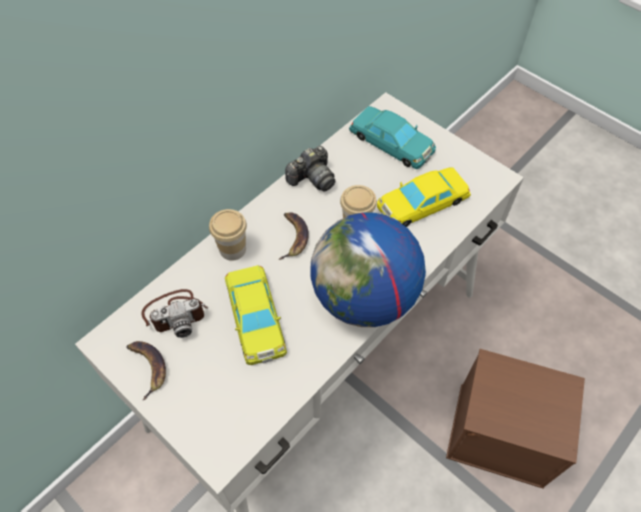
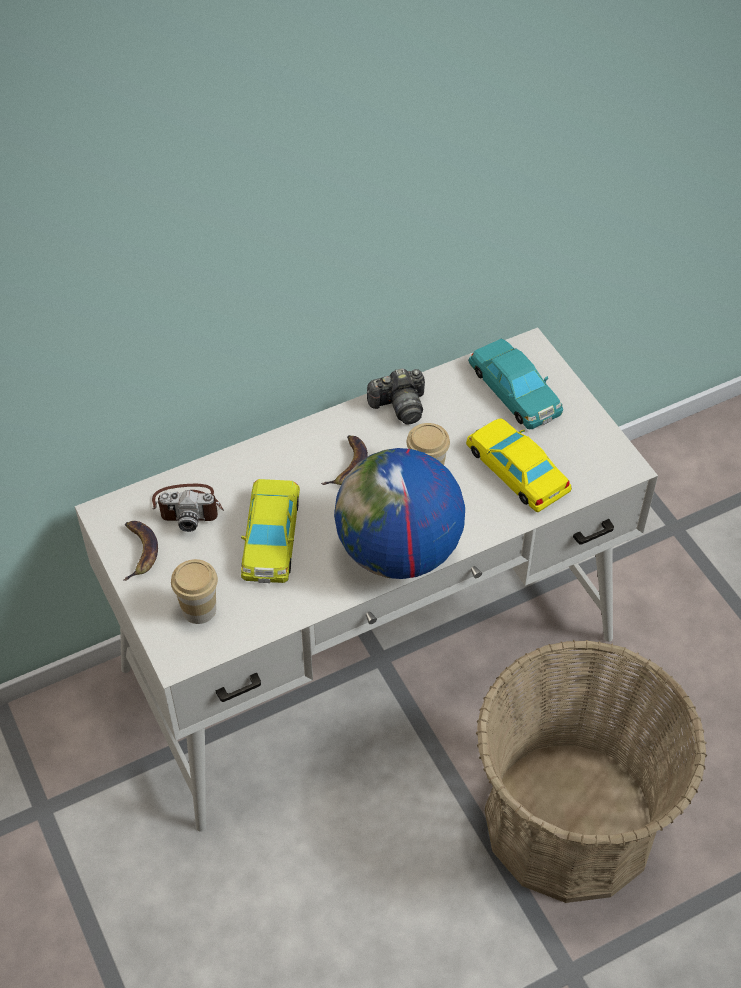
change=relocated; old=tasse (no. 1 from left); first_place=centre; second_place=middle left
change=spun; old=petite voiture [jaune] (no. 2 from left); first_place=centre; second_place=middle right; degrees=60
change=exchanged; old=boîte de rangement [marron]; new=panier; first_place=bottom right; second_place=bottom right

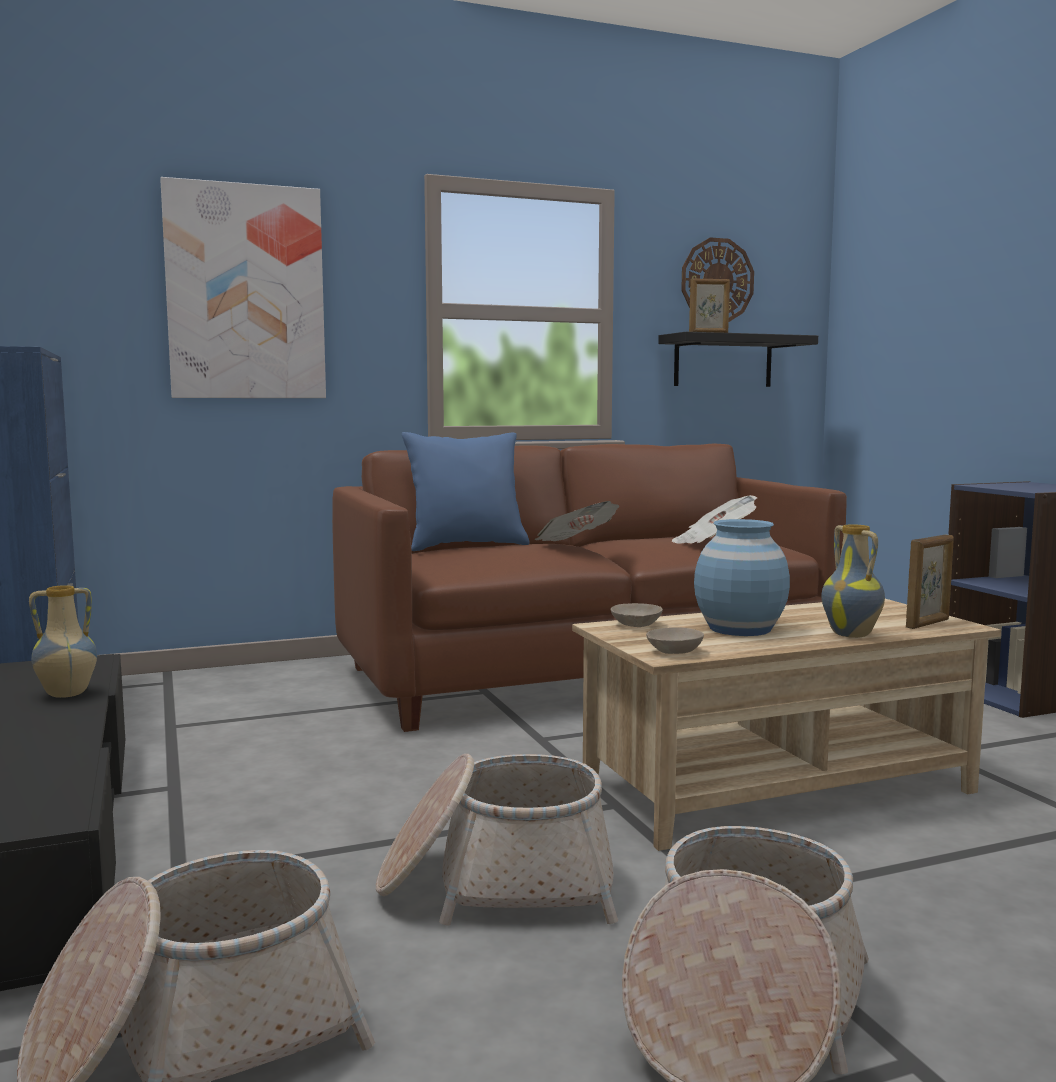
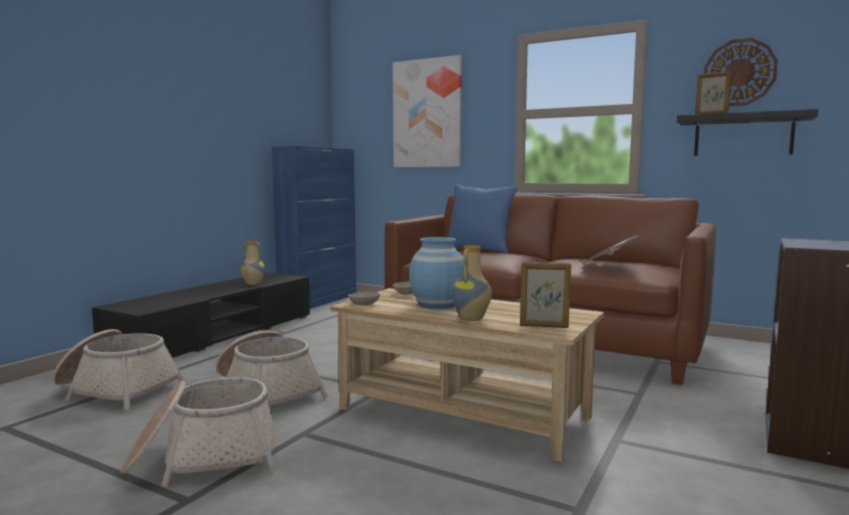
change=missing; old=journal (no. 1 from left); first_place=centre

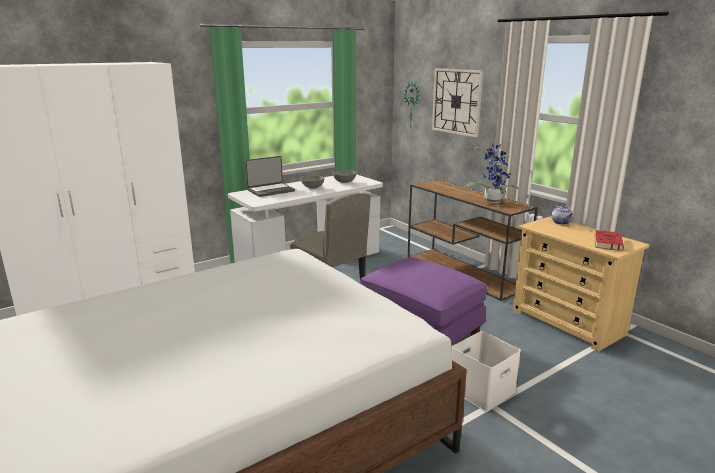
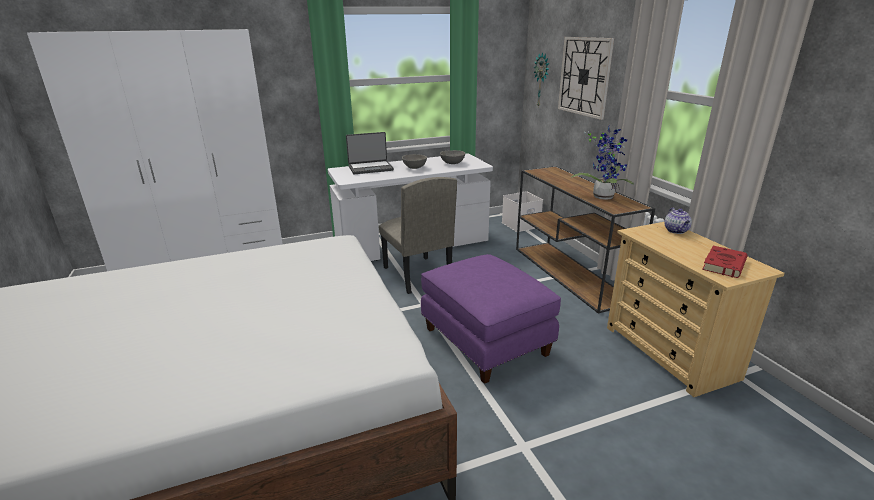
change=relocated; old=boîte de rangement [blanc]; first_place=bottom right; second_place=centre

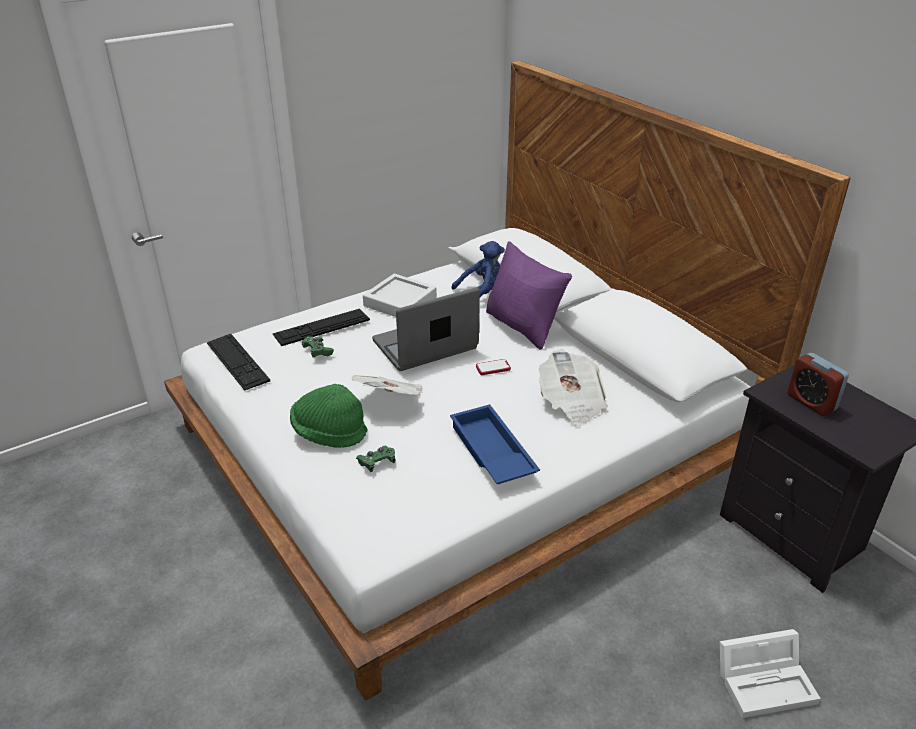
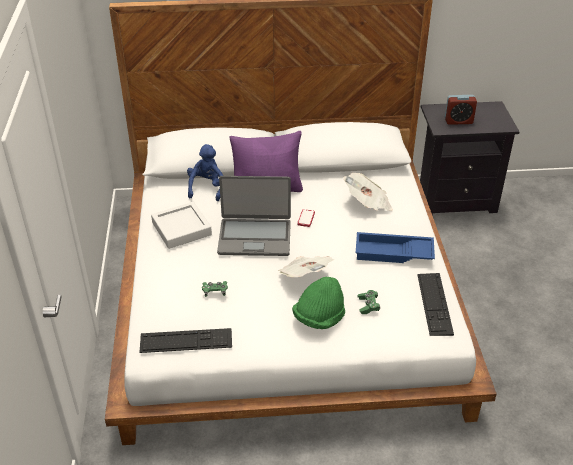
change=relocated; old=clavier (no. 2 from left); first_place=centre; second_place=middle right
change=spun; old=ordinateur portable; first_place=centre; second_place=centre; degrees=-90
change=missing; old=boîte de rangement [blanc]; first_place=bottom right

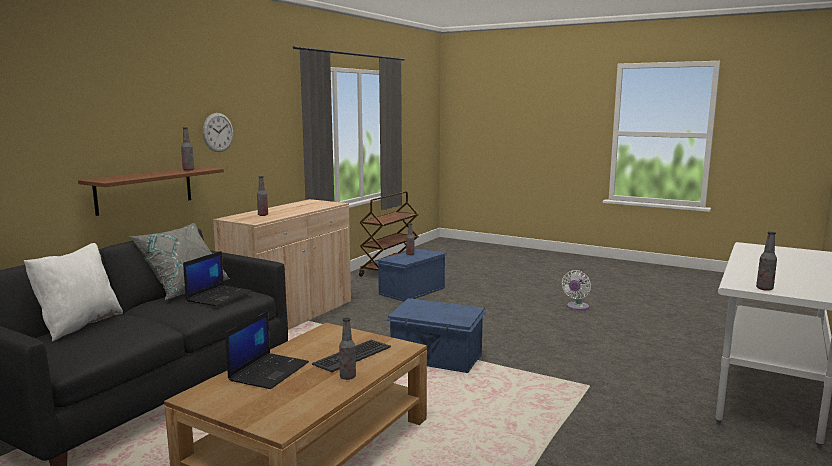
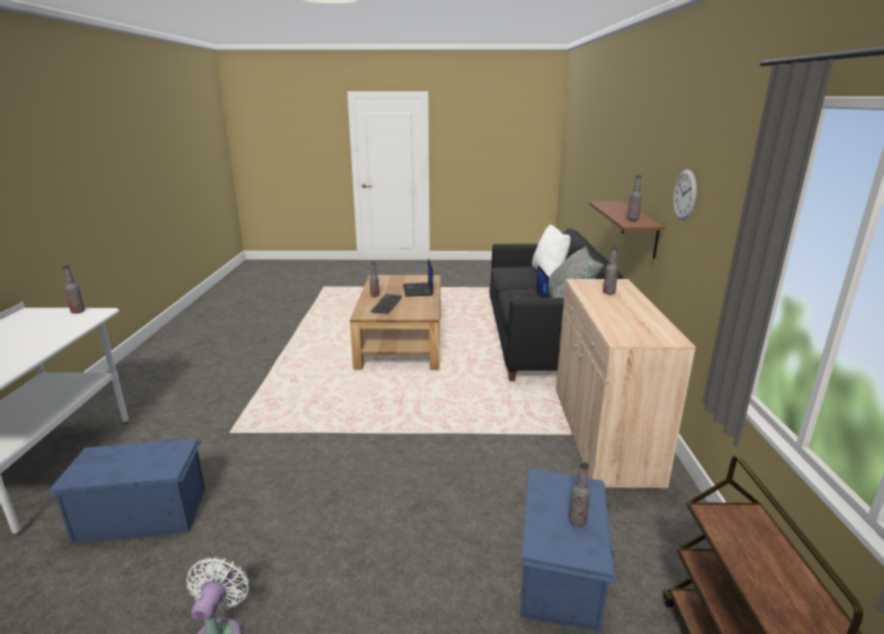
change=relocated; old=boîte de rangement [bleu] (no. 2 from left in the first image); new=boîte de rangement [bleu] (no. 1 from left); first_place=bottom centre; second_place=bottom left

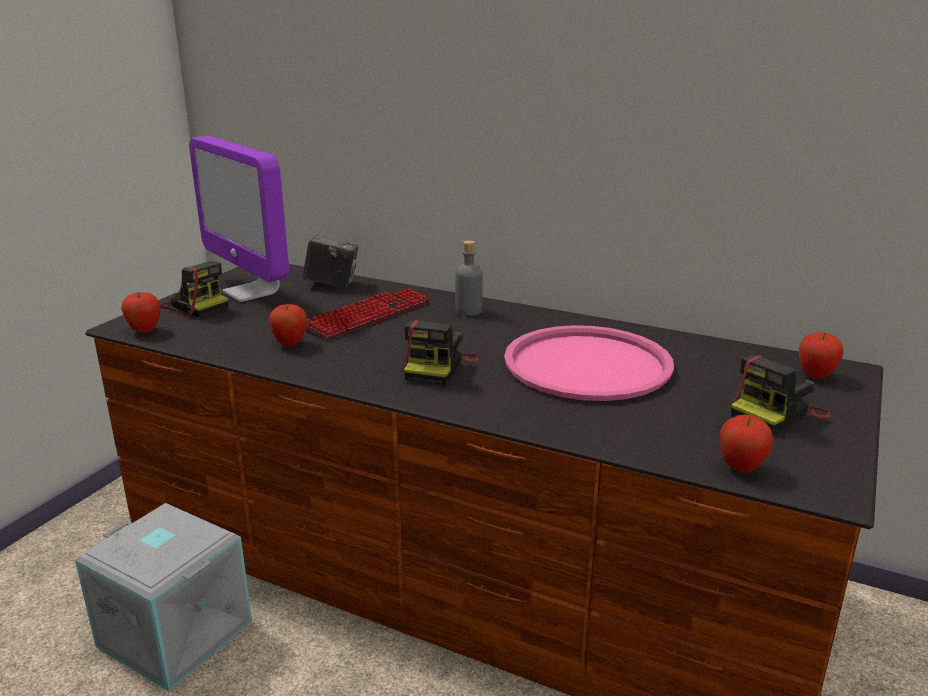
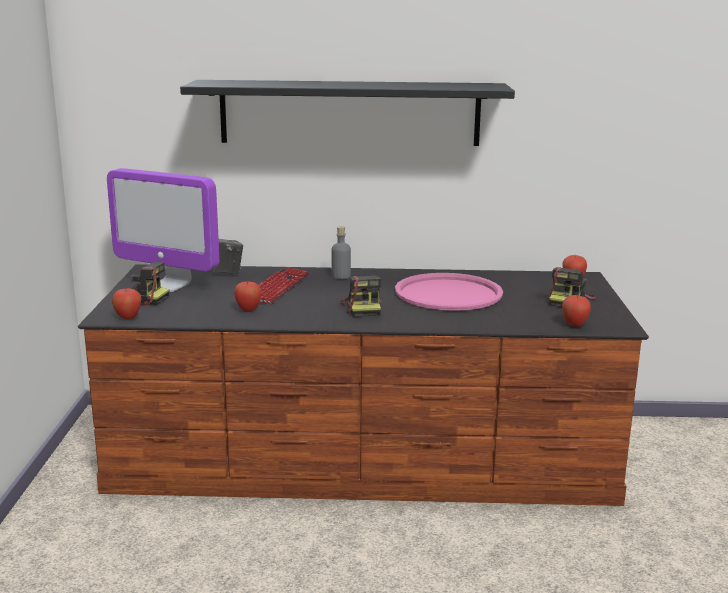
change=missing; old=boîte de rangement [gris]; first_place=bottom left
change=appeared; new=étagère [noir]; second_place=top centre

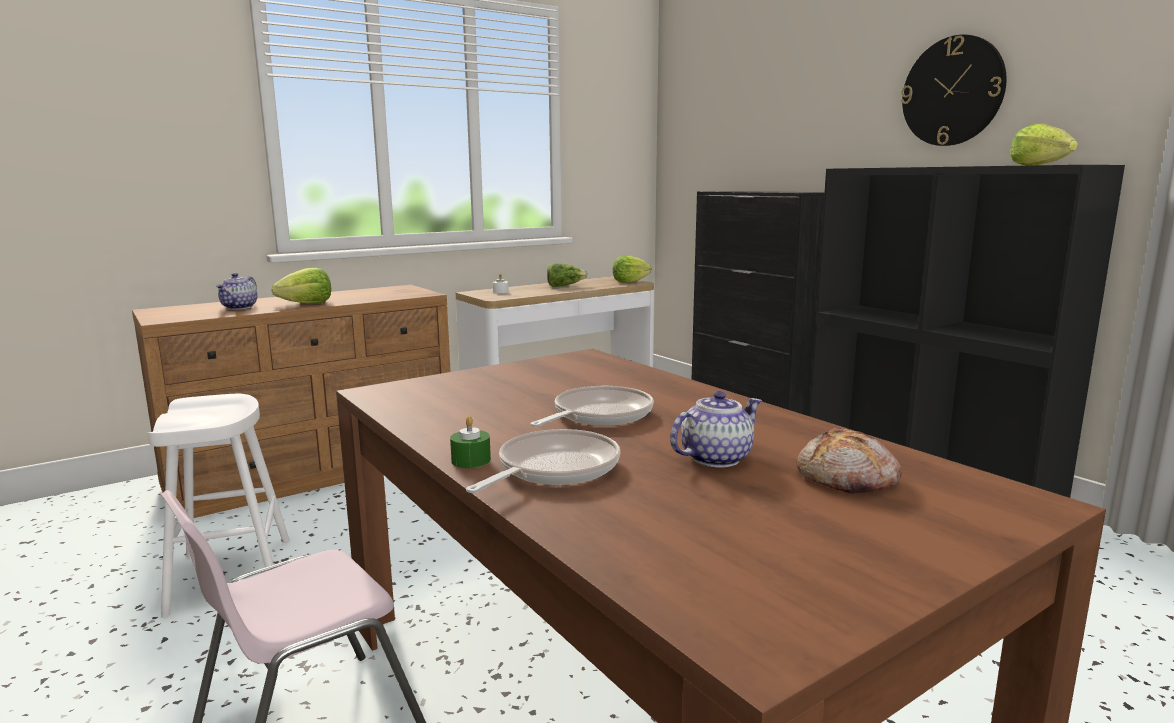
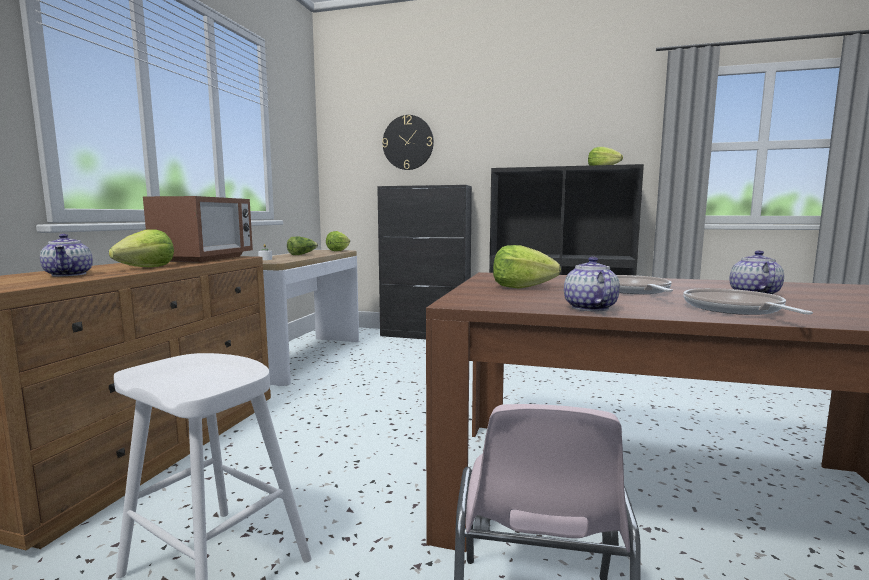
change=missing; old=bougie [vert]; first_place=centre
change=missing; old=pain; first_place=middle right
change=relocated; old=horloge murale; first_place=top right; second_place=top centre
change=appeared; new=micro-ondes; second_place=middle left
change=appeared; new=laitue (no. 4 from left); second_place=centre
change=appeared; new=théière (no. 2 from left); second_place=middle right

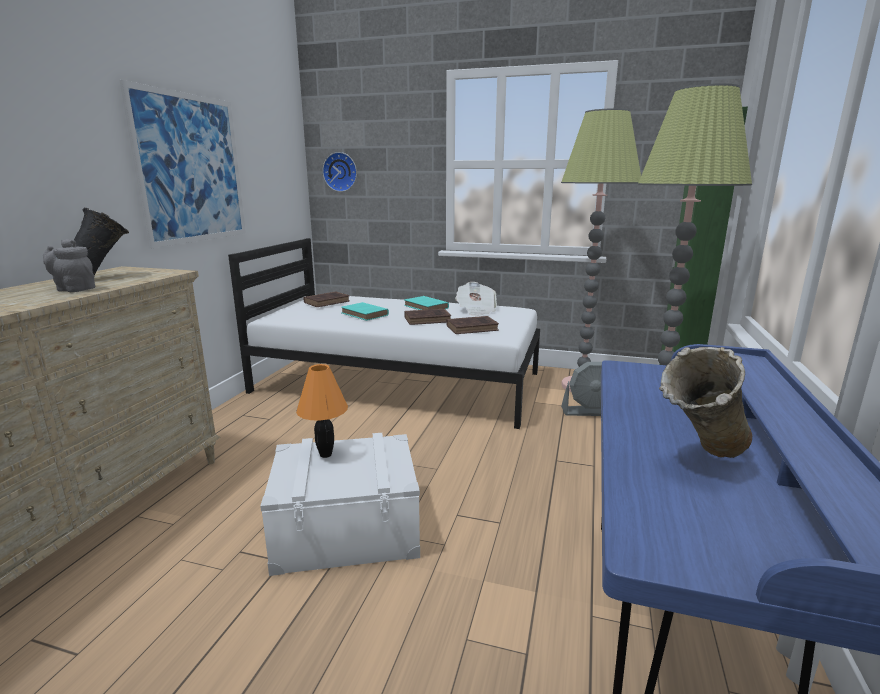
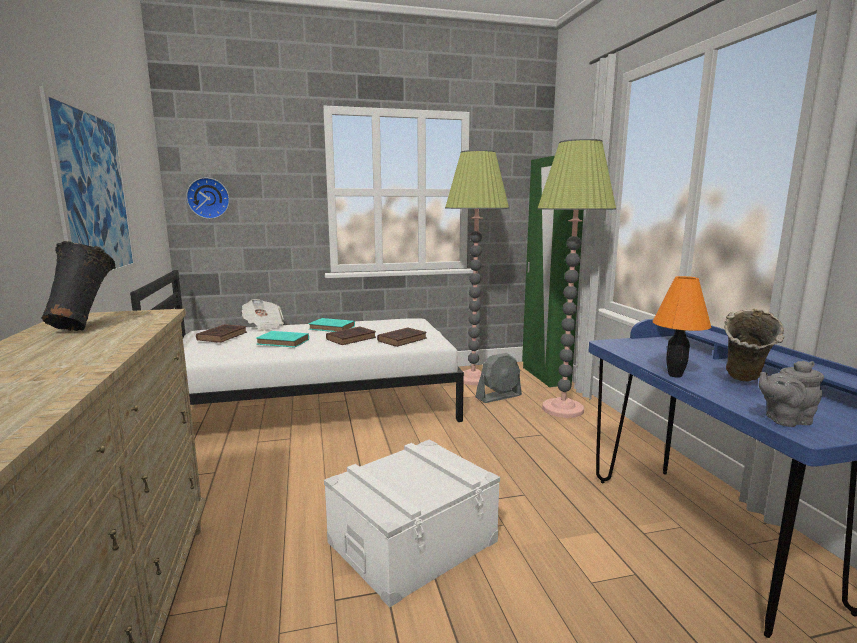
change=relocated; old=théière [gris]; first_place=middle left; second_place=middle right
change=relocated; old=lampe de table [orange]; first_place=centre; second_place=middle right
change=relocated; old=journal; first_place=centre; second_place=middle left

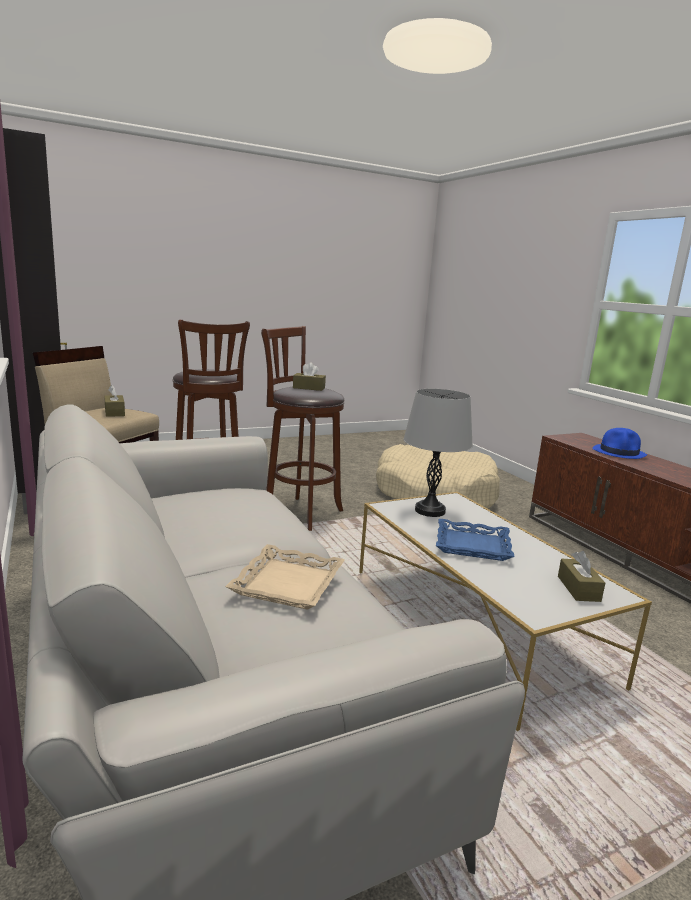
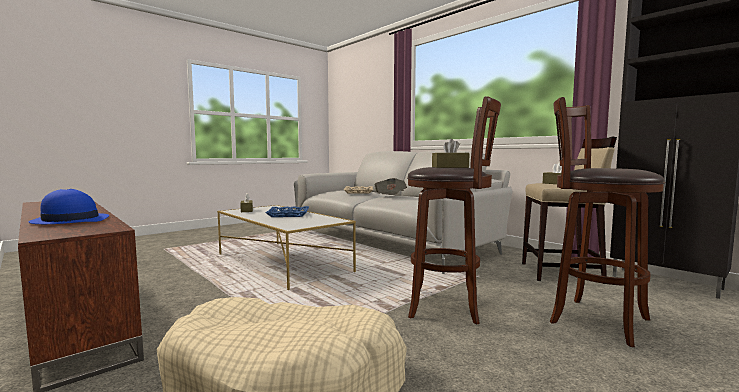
change=missing; old=lampe de table [gris]; first_place=centre
change=appeared; new=journal; second_place=centre

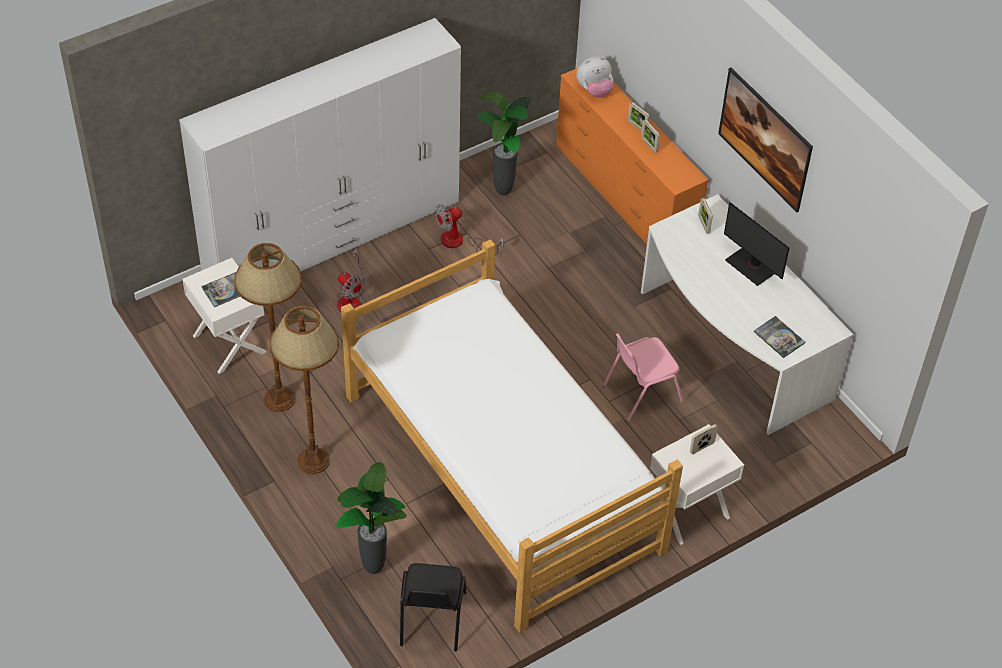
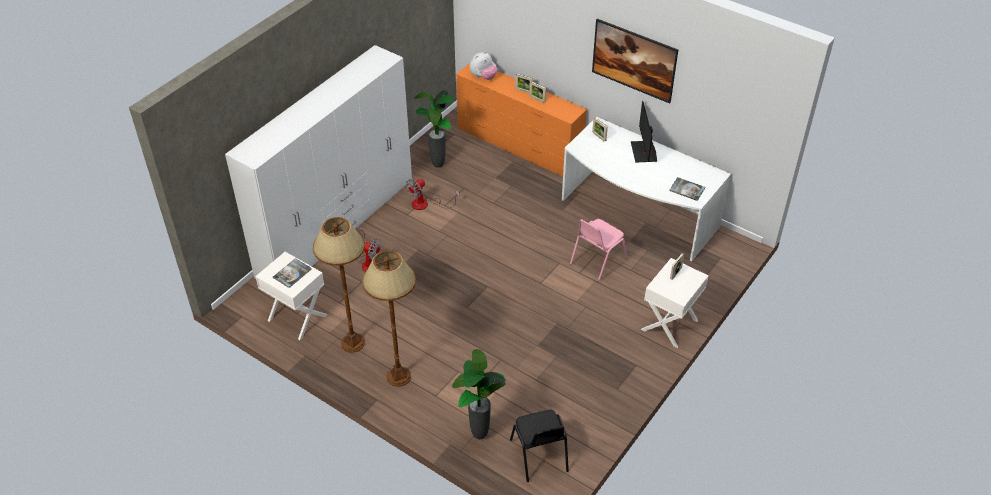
change=missing; old=lit; first_place=centre
change=spun; old=écran d'ordinateur; first_place=middle right; second_place=top centre; degrees=60

